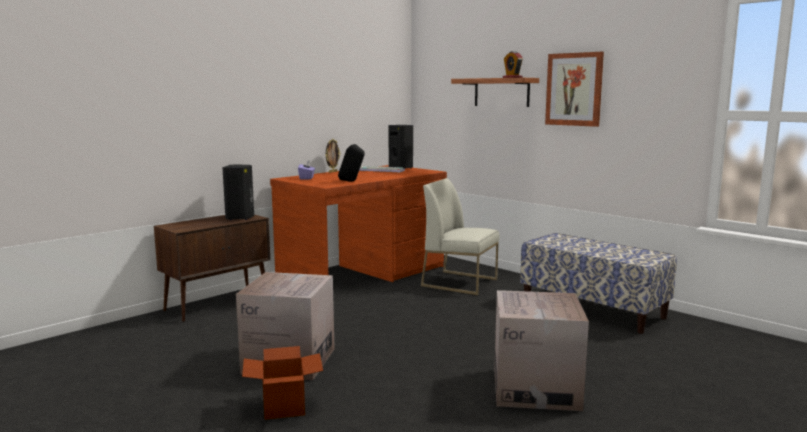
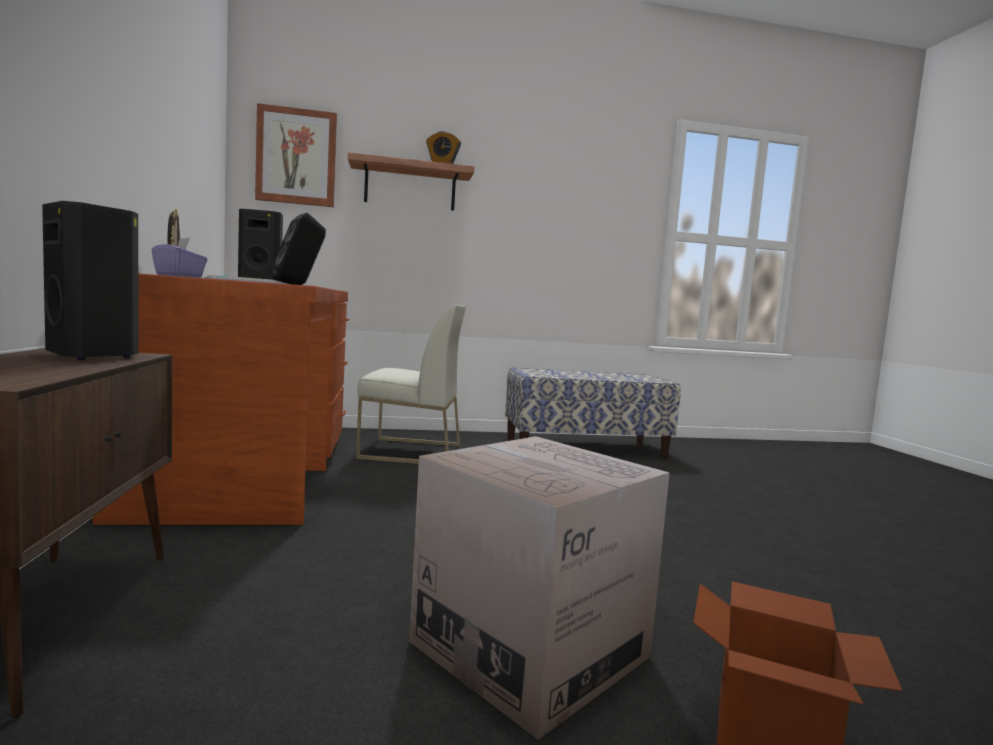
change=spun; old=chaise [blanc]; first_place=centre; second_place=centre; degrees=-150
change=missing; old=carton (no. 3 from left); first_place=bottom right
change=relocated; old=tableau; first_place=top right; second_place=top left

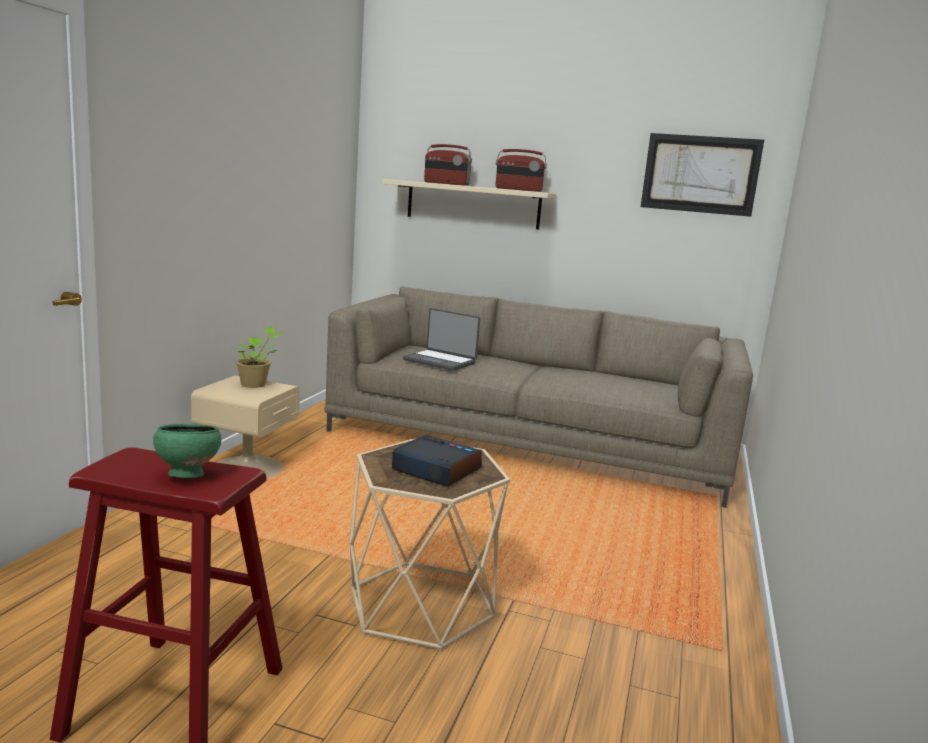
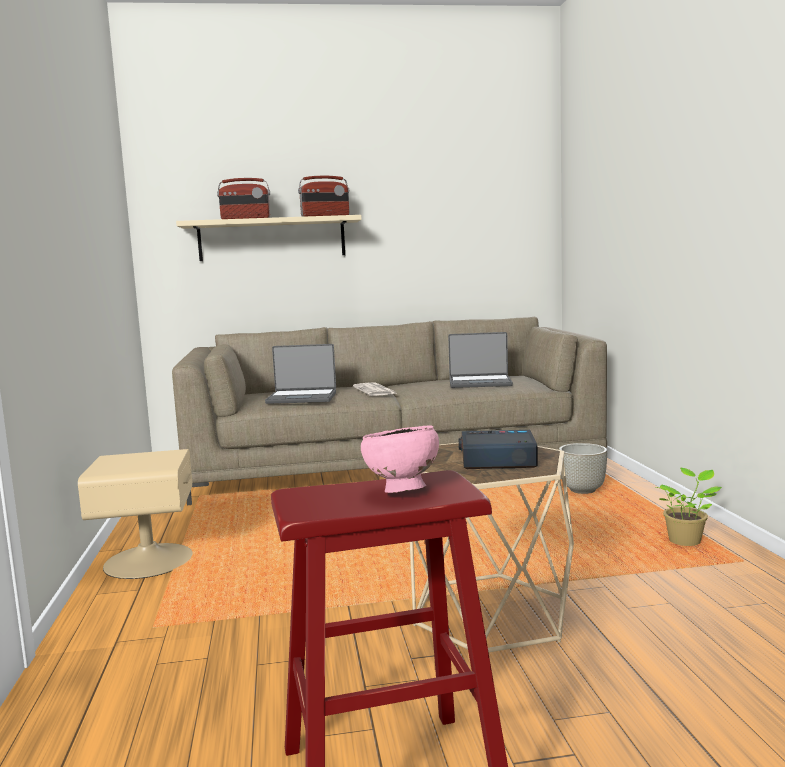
change=colour; old=bol [vert]; new=bol [rose]; first_place=middle left; second_place=centre
change=relocated; old=plante en pot; first_place=middle left; second_place=middle right
change=missing; old=tableau; first_place=top right
change=appeared; new=journal; second_place=centre
change=appeared; new=ordinateur portable (no. 2 from left); second_place=centre
change=appeared; new=cache-pot [gris]; second_place=middle right

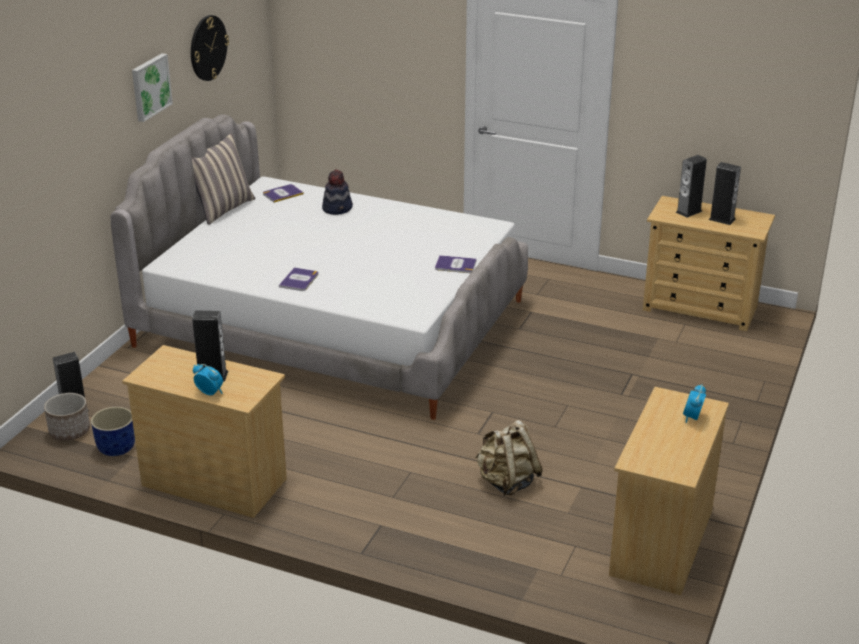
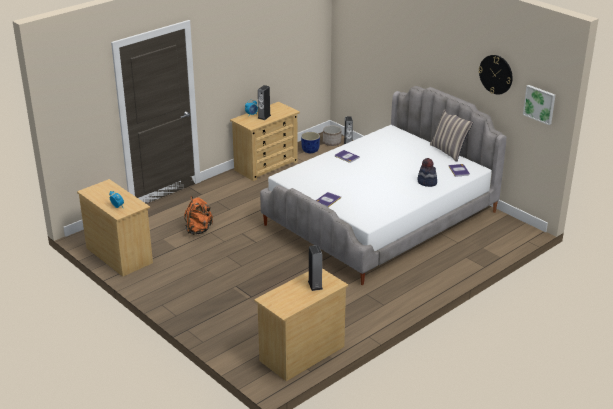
change=relocated; old=tableau; first_place=top left; second_place=top right
change=colour; old=sac à dos [beige]; new=sac à dos [orange]; first_place=bottom centre; second_place=middle left
change=missing; old=enceinte (no. 4 from left); first_place=top right

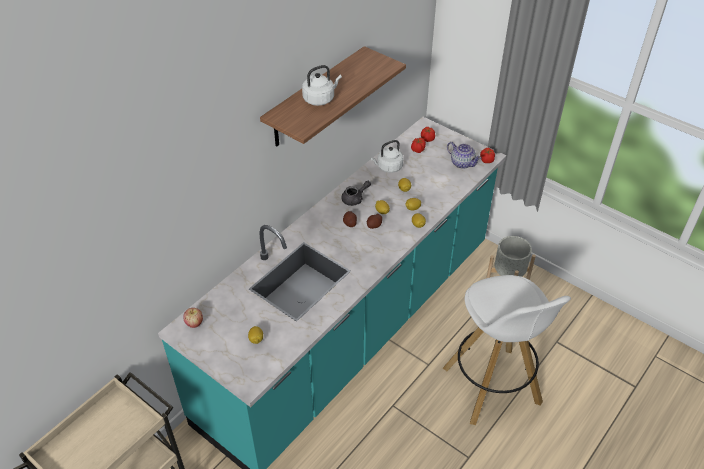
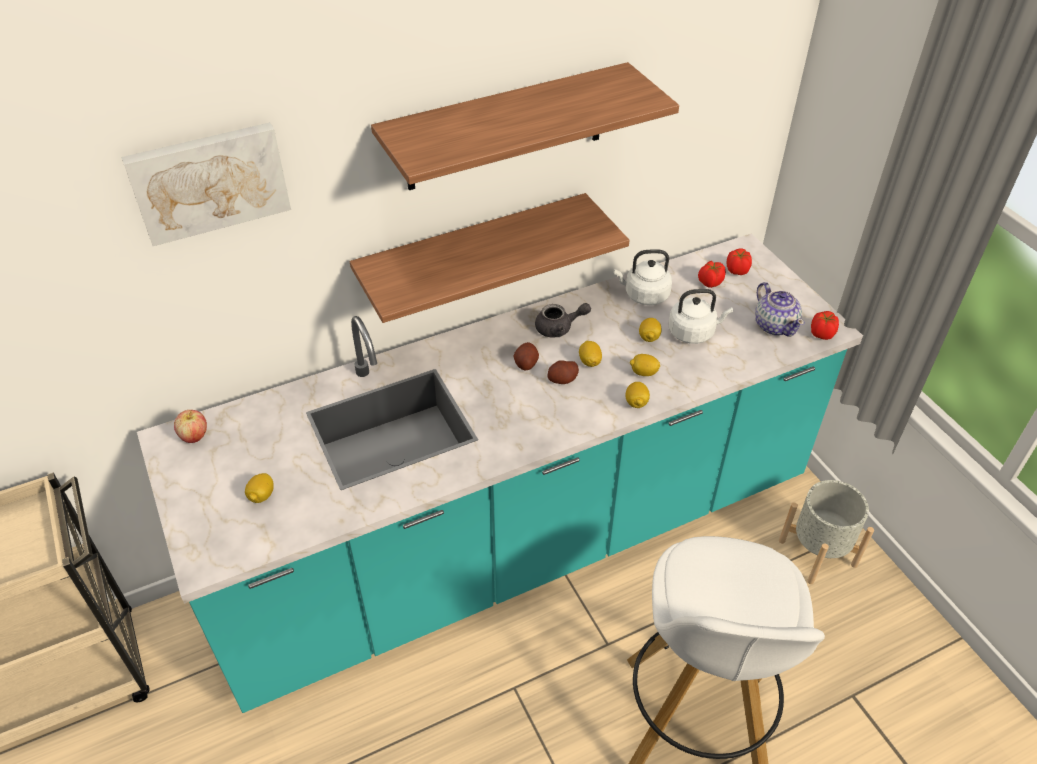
change=relocated; old=bouilloire [blanc] (no. 1 from left in the first image); new=bouilloire [blanc] (no. 2 from left); first_place=top centre; second_place=middle right
change=appeared; new=tableau; second_place=top left
change=appeared; new=étagère (no. 1 from left); second_place=centre

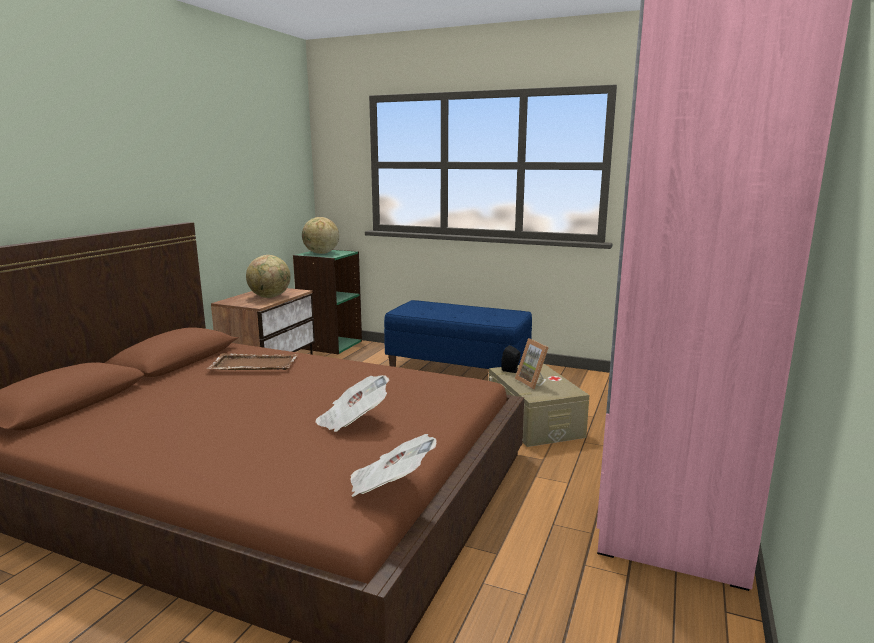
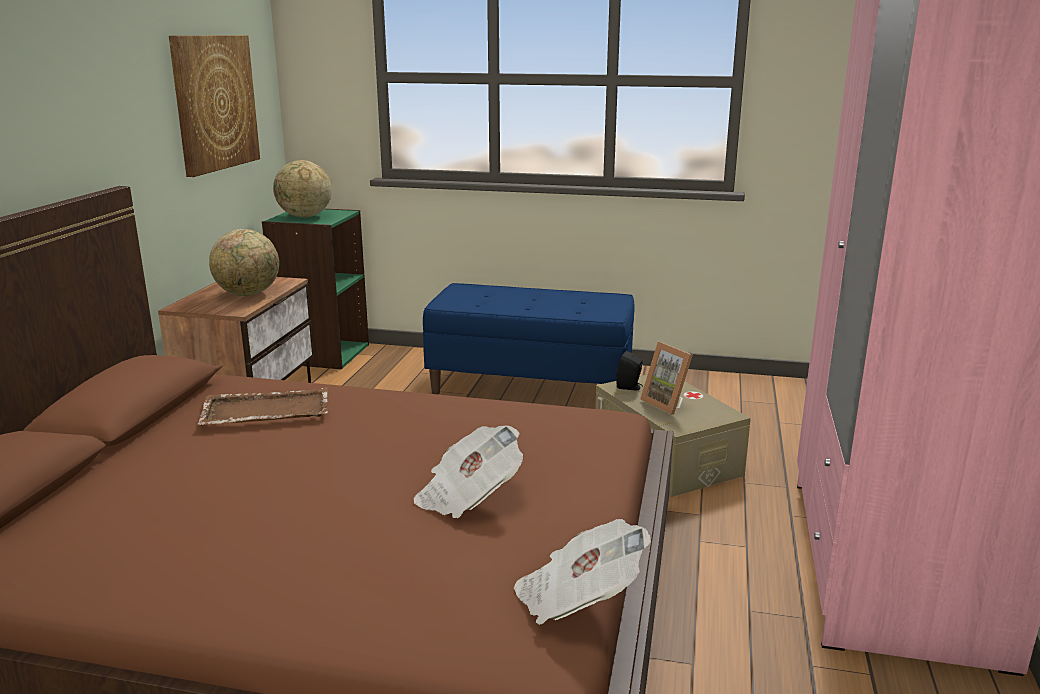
change=appeared; new=tableau; second_place=top left

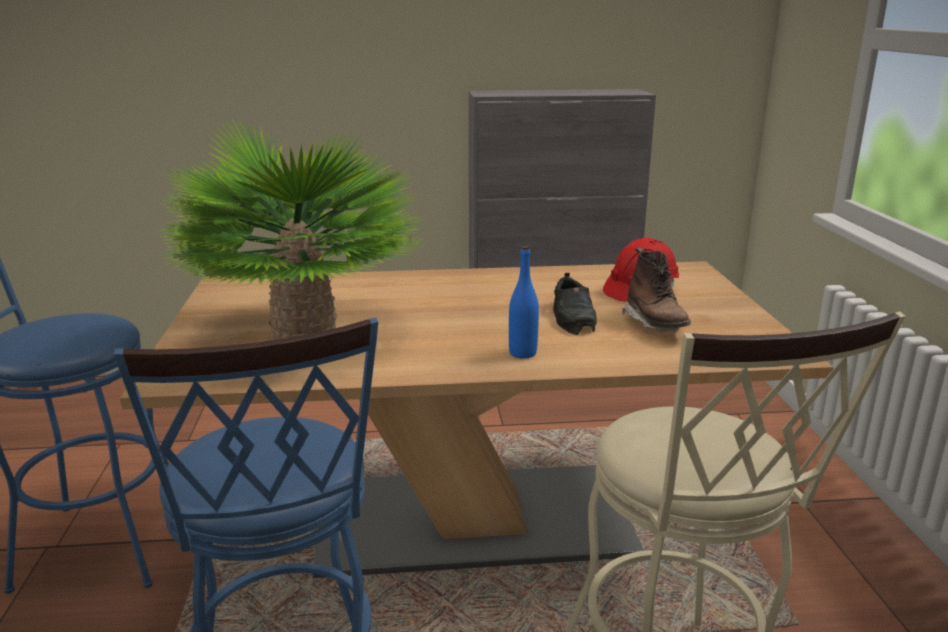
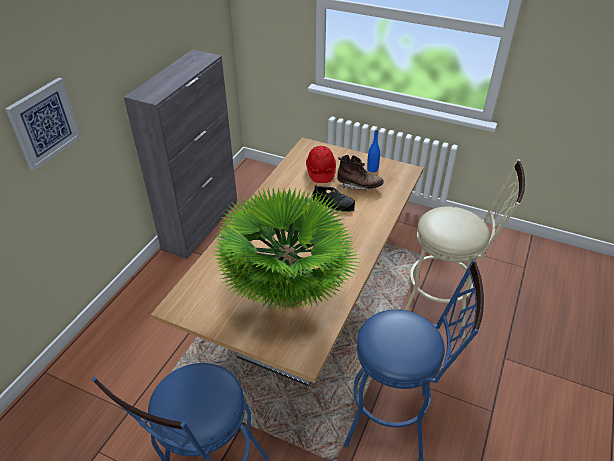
change=relocated; old=bouteille [bleu]; first_place=centre; second_place=top centre
change=appeared; new=tableau; second_place=top left

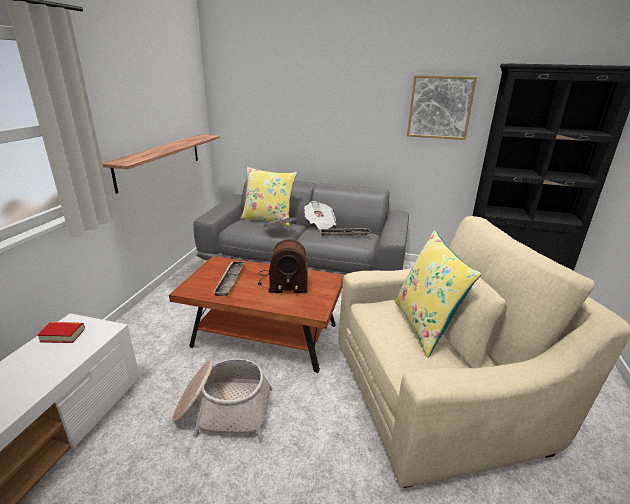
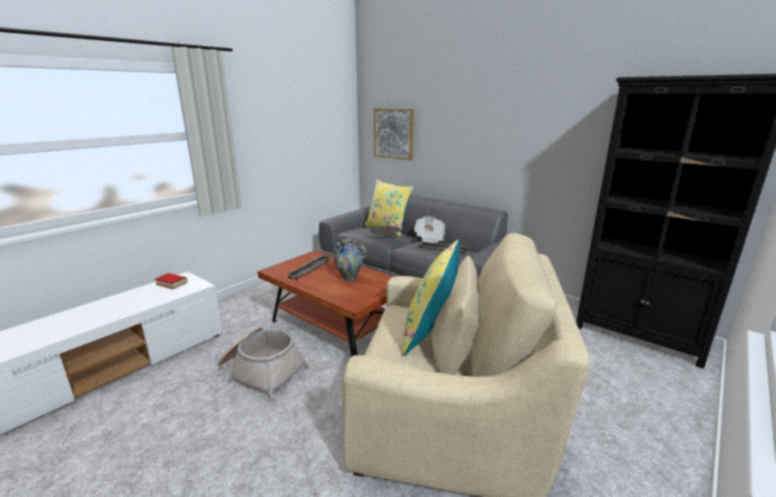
change=missing; old=étagère; first_place=top left
change=exchanged; old=radio; new=vase; first_place=centre; second_place=centre
change=relocated; old=tableau; first_place=top right; second_place=top centre

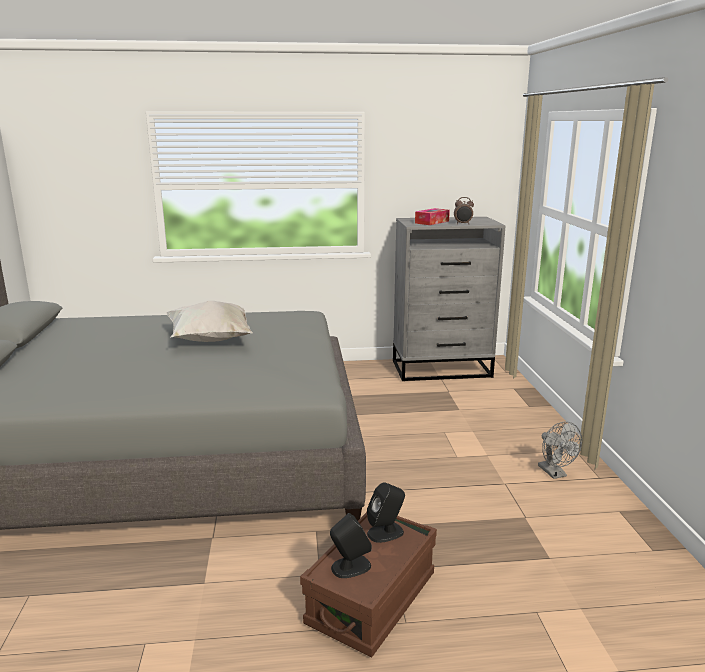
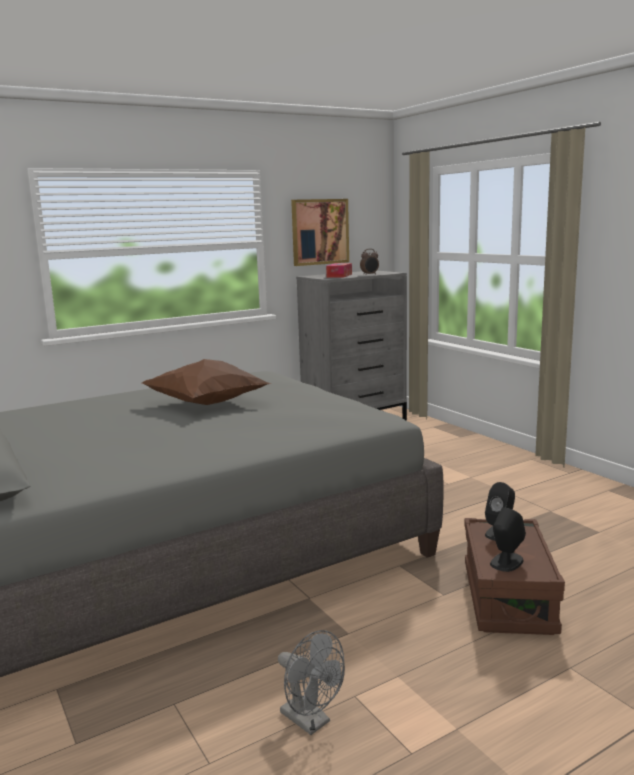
change=colour; old=coussin [blanc]; new=coussin [marron]; first_place=middle left; second_place=middle left
change=relocated; old=ventilateur [gris]; first_place=bottom right; second_place=bottom centre
change=appeared; new=tableau; second_place=top centre

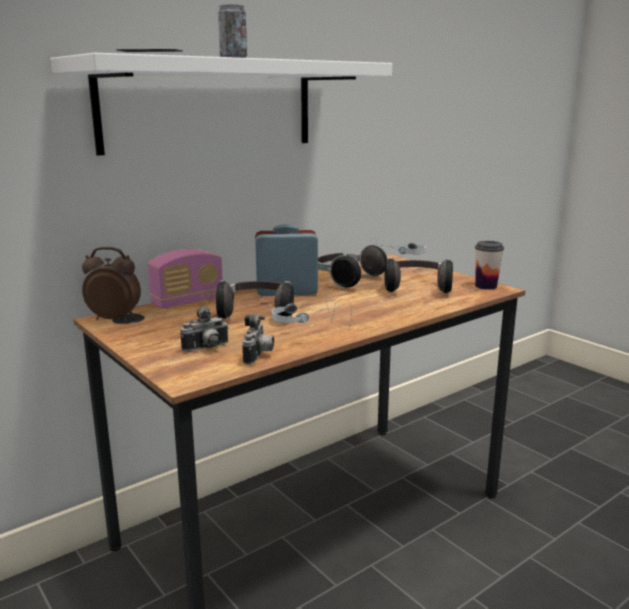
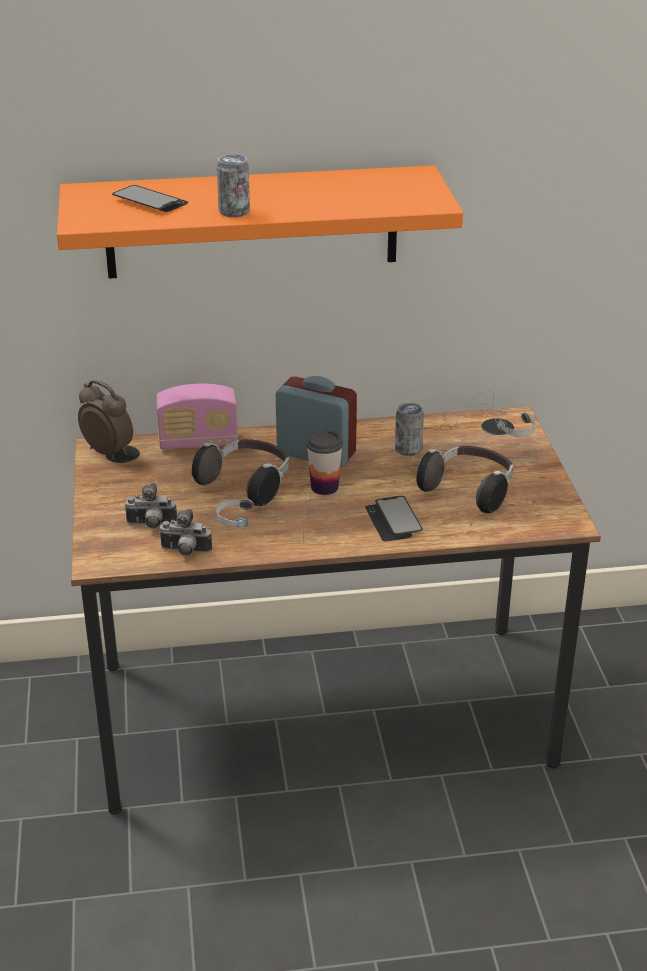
change=colour; old=étagère [blanc]; new=étagère [orange]; first_place=top centre; second_place=top centre
change=spun; old=appareil photo (no. 2 from left); first_place=centre; second_place=middle left; degrees=60
change=exchanged; old=casque audio (no. 3 from left); new=boîte métallique (no. 2 from left); first_place=centre; second_place=centre
change=relocated; old=tasse; first_place=middle right; second_place=centre
change=appeared; new=téléphone (no. 2 from left); second_place=centre

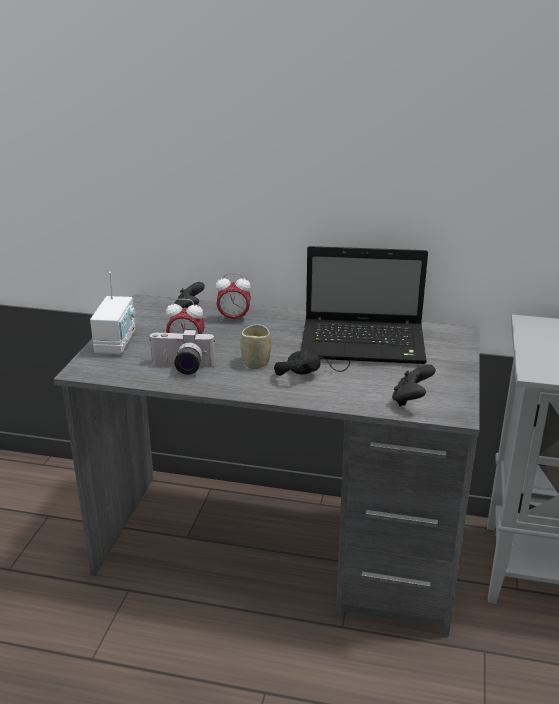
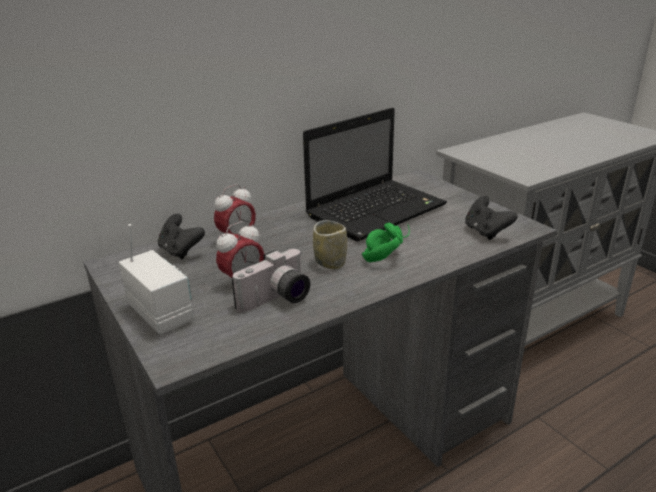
change=colour; old=casque audio [noir]; new=casque audio [vert]; first_place=centre; second_place=centre

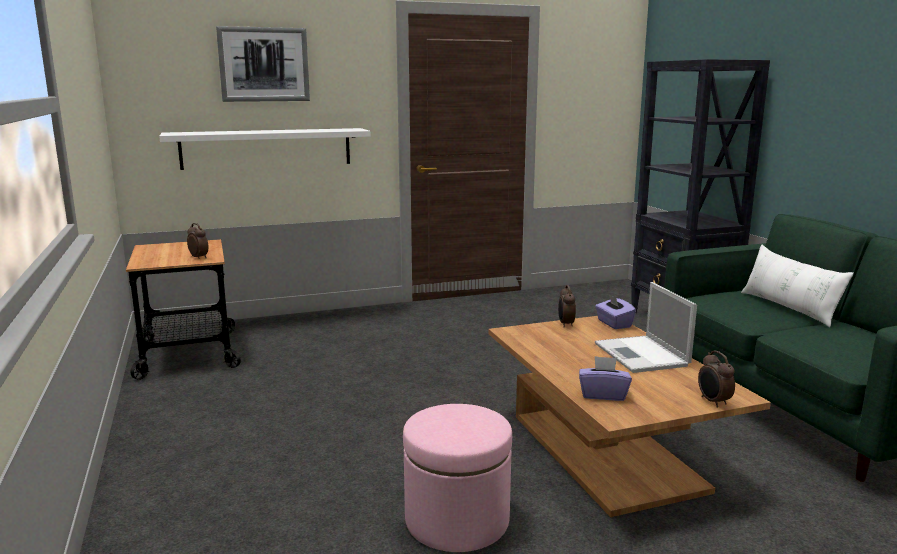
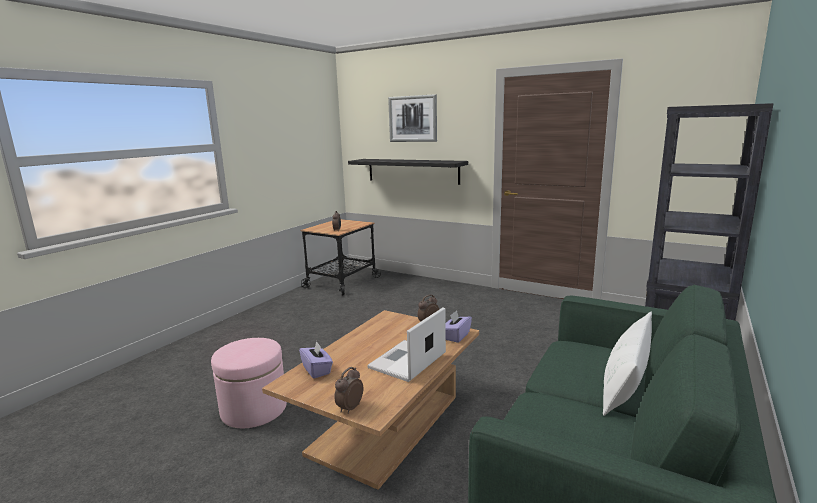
change=colour; old=étagère [blanc]; new=étagère [noir]; first_place=top left; second_place=centre

